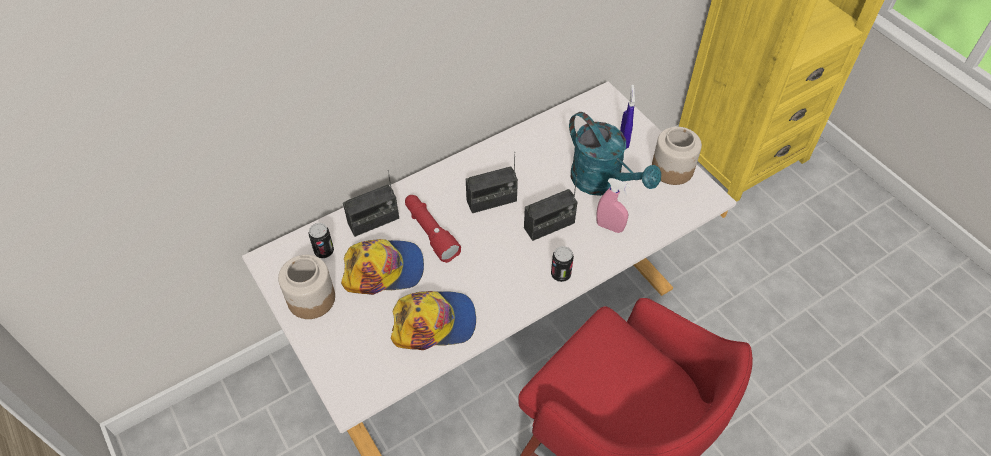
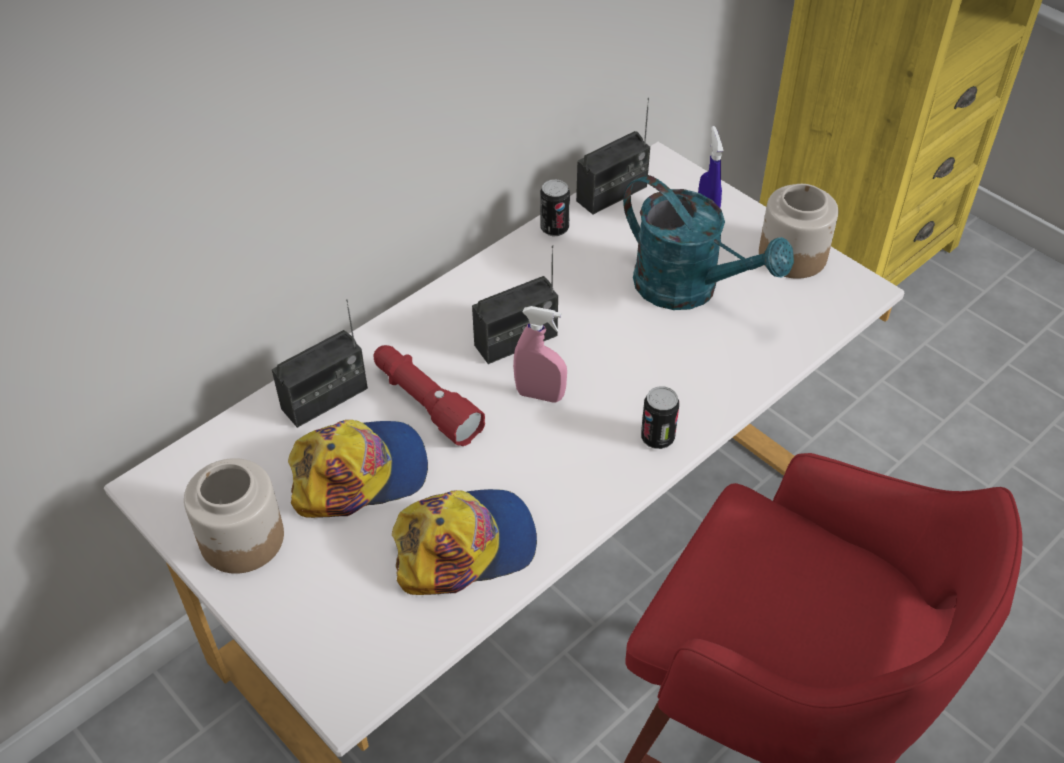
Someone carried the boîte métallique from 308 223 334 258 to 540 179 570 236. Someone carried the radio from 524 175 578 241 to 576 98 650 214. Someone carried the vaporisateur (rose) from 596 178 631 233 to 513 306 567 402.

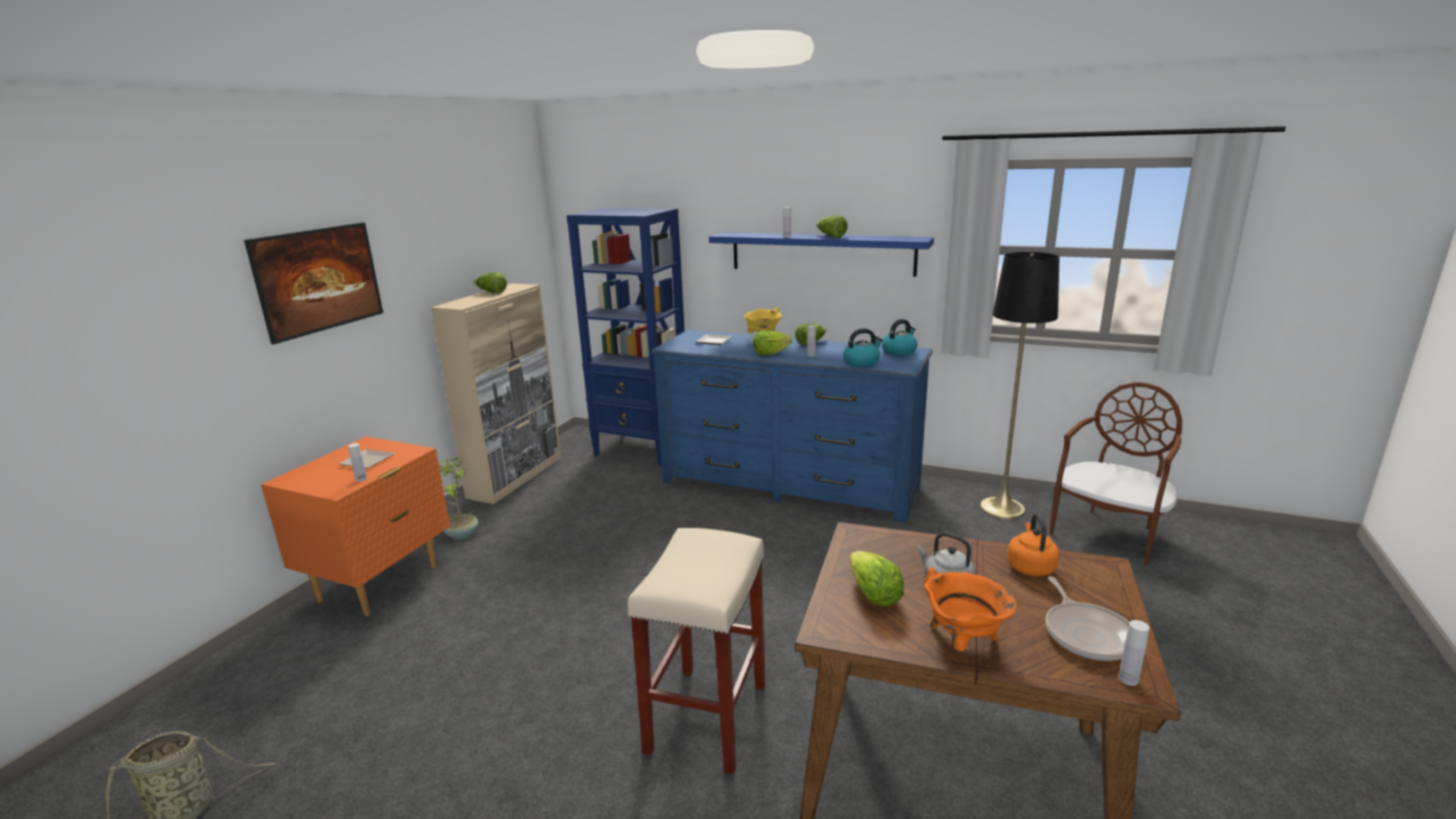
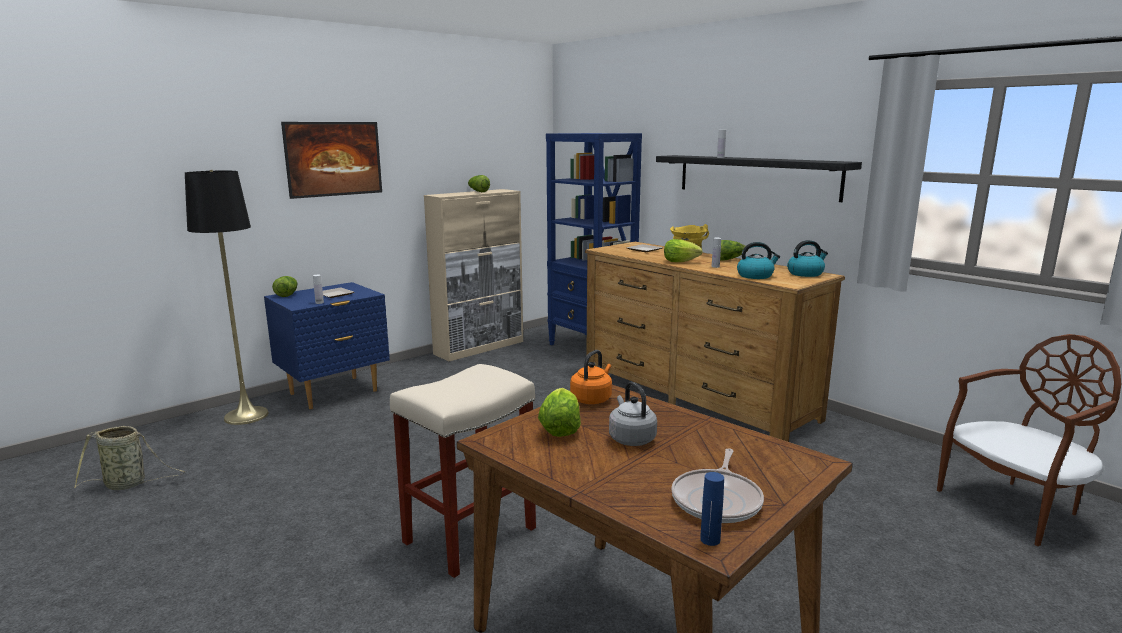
Someone took away the plante en pot at 439 458 478 540. Someone took away the marmite (orange) at 924 568 1017 651. Someone carried the laitue from 816 215 848 238 to 272 276 298 297. Someone carried the lampadaire (noir) from 980 252 1059 519 to 185 170 269 425. Someone carried the bouilloire (orange) from 1007 514 1059 576 to 570 350 612 404. Someone repainted the table de chevet (orange) at 261 437 450 616, which became the table de chevet (bleu) at 264 282 390 409. Someone repainted the commode (bleu) at 651 330 933 523, which became the commode (marron) at 585 242 845 442. Someone repainted the étagère (bleu) at 709 232 934 277, which became the étagère (noir) at 656 155 862 202. Someone repainted the bouteille (blanc) at 1118 620 1150 686, which became the bouteille (bleu) at 700 472 724 546.

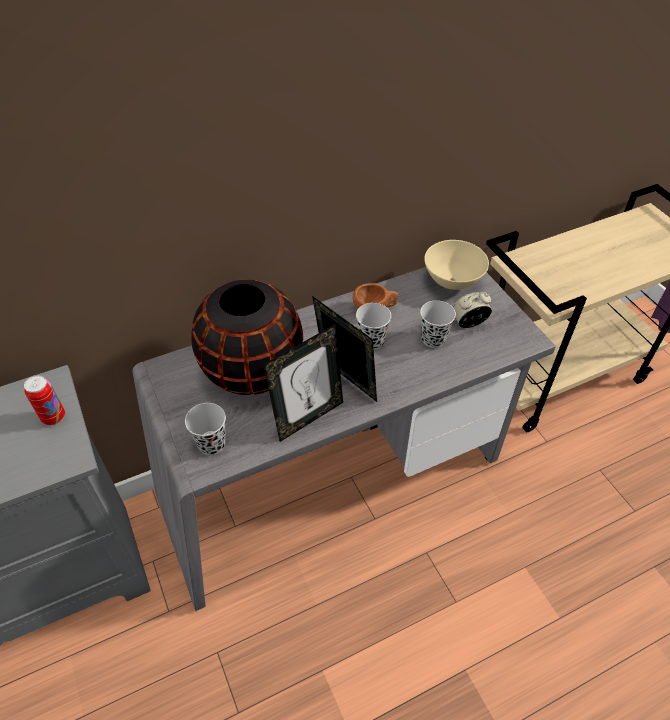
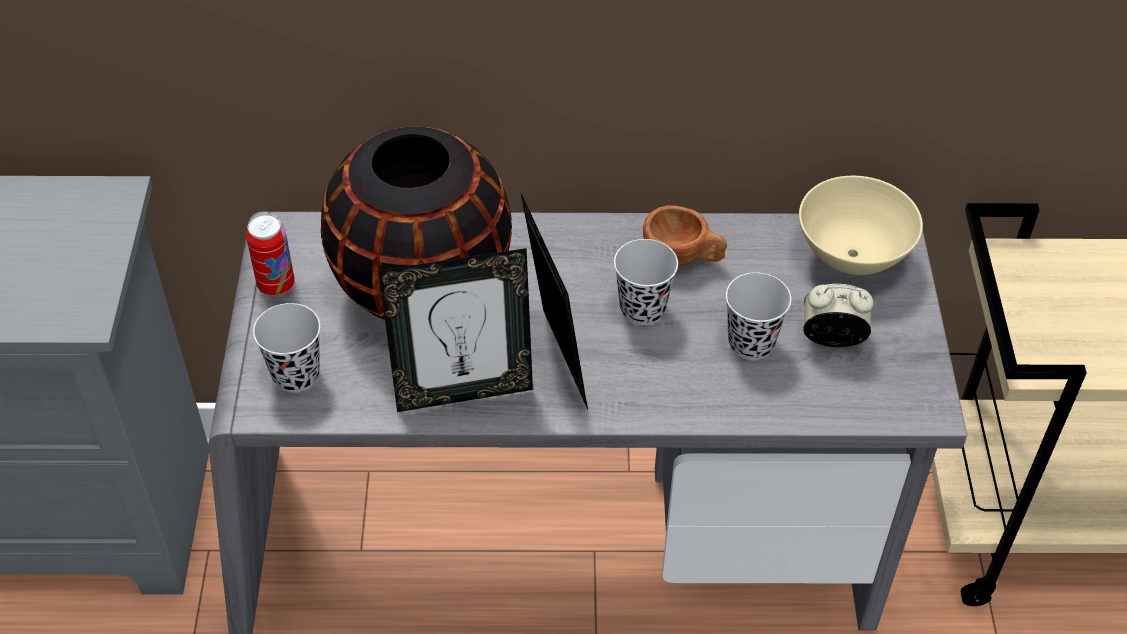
Someone carried the boîte métallique from 24 375 65 425 to 246 214 295 296.

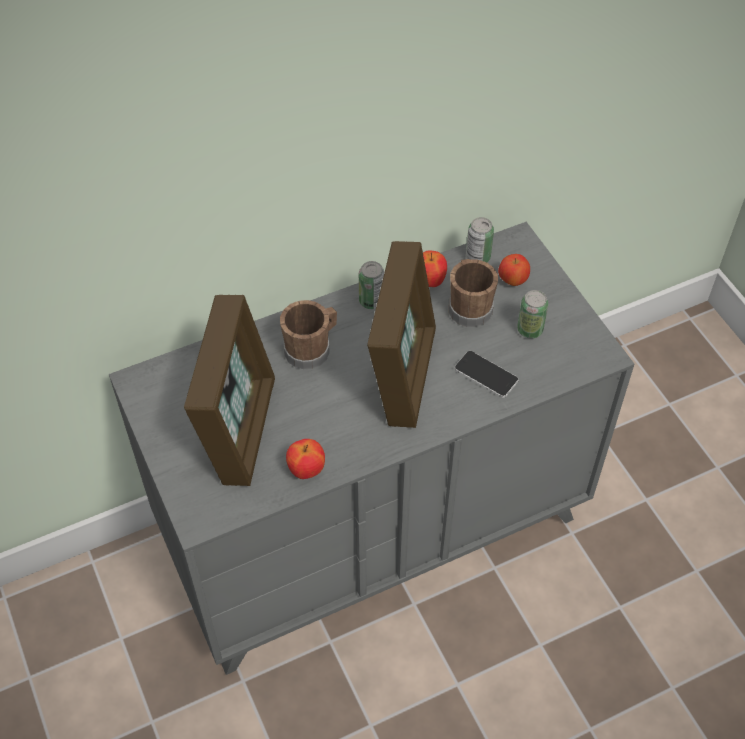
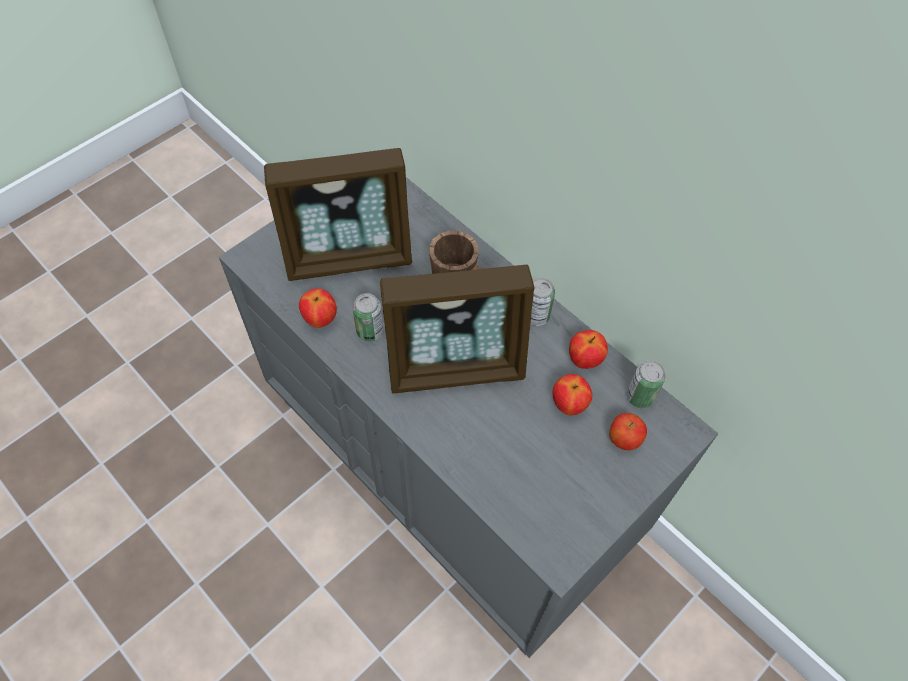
Someone took away the téléphone at 455 351 519 398. Someone carried the boîte métallique from 517 290 548 339 to 353 293 384 341. Someone swapped the mug (marron) at 449 259 498 327 for the pomme at 553 374 592 415.

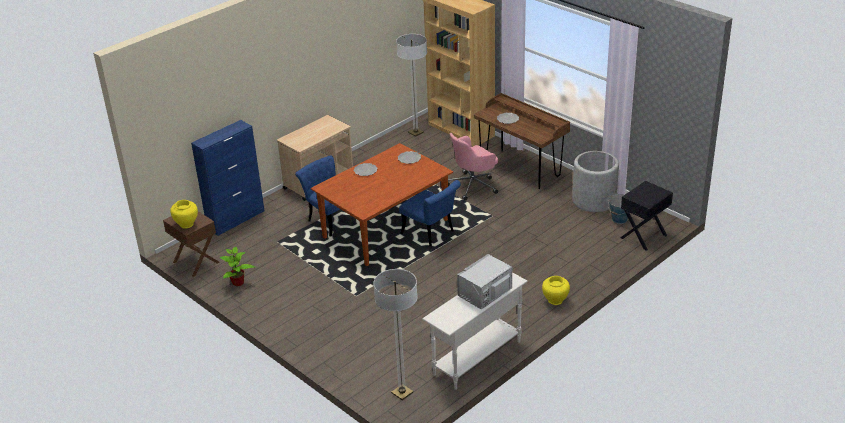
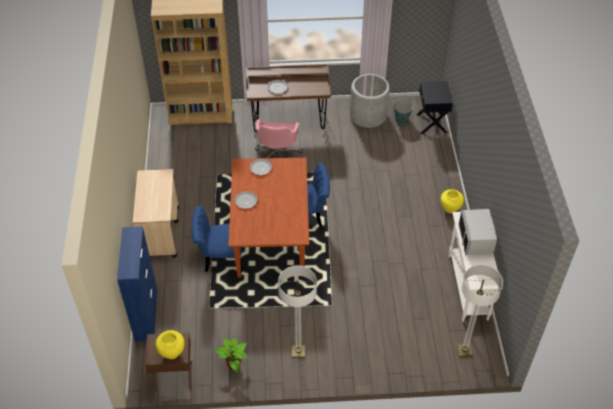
Someone carried the lampadaire from 396 34 427 137 to 278 265 317 358.

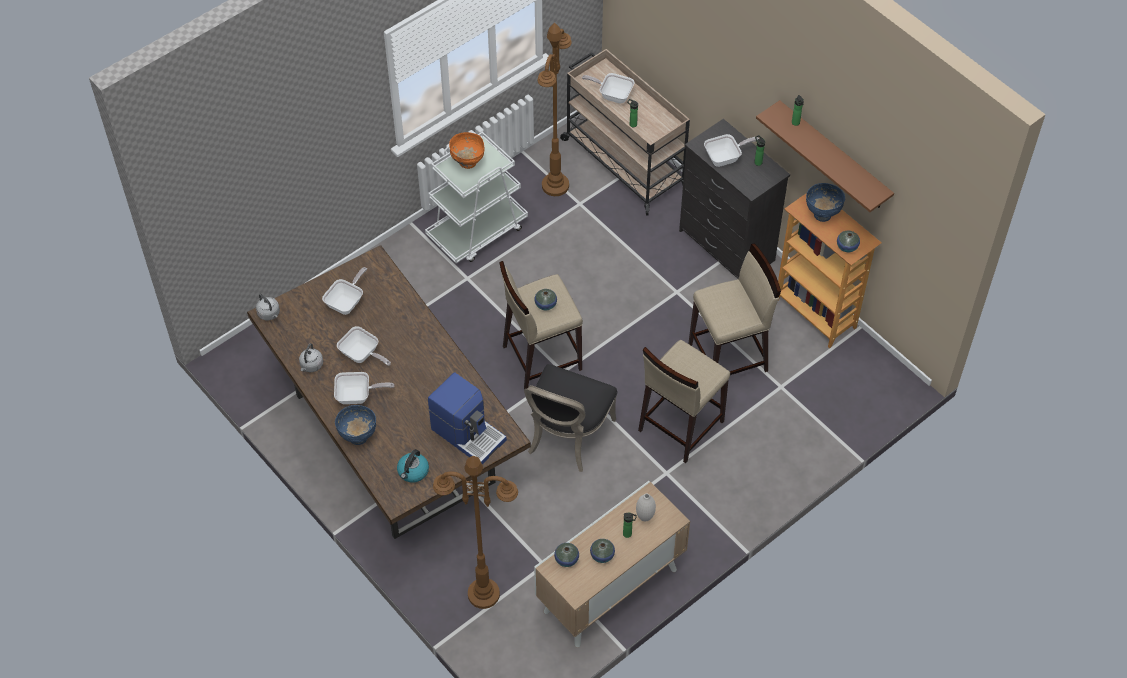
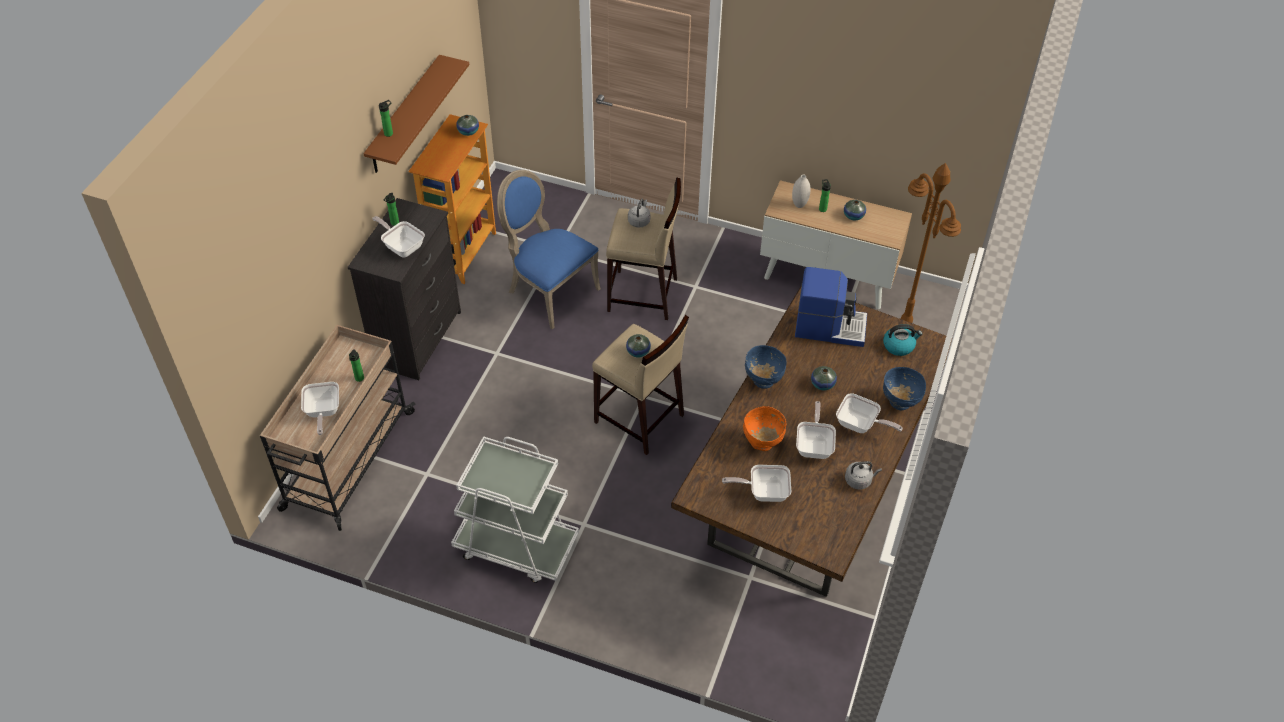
Someone took away the chaise (noir) at 524 364 618 472. Someone took away the lampadaire (marron) at 538 23 572 196. Someone carried the bouilloire (gris) from 256 294 280 320 to 628 199 650 228. Someone carried the bol (orange) from 449 132 485 169 to 743 406 786 451. Someone carried the vase from 554 543 579 567 to 811 366 837 391. Someone carried the bol (bleu) from 806 183 845 222 to 745 345 786 389. Someone swapped the tabouret (beige) at 688 243 781 375 for the chaise (bleu) at 497 170 600 329. Someone rotated the poêle at 334 372 394 404 by 150 degrees clockwise. Someone rotated the machine à café at 428 373 507 465 by 90 degrees clockwise.

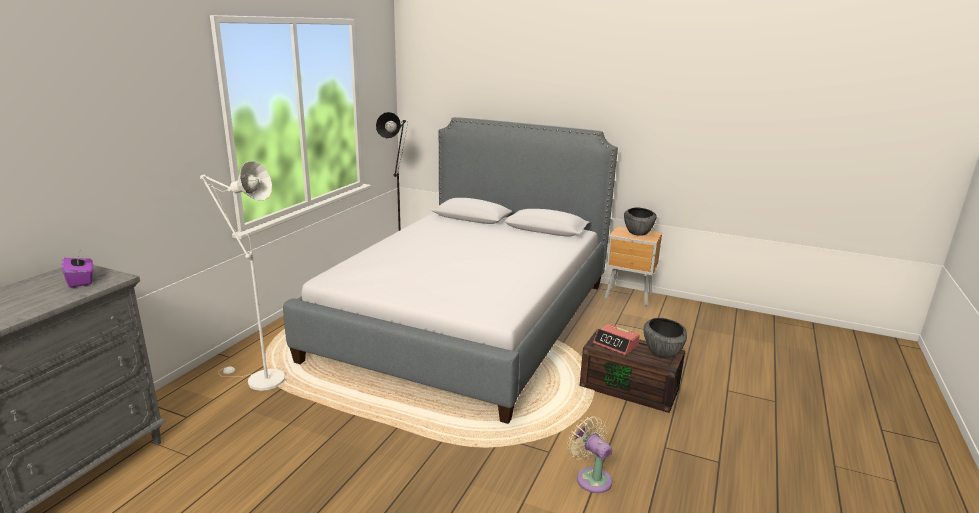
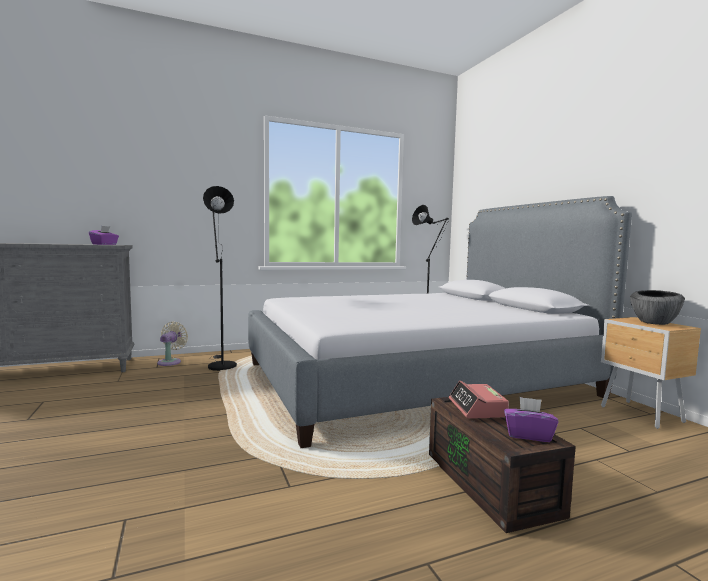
Someone carried the ventilateur (beige) from 567 416 612 493 to 158 322 188 366. Someone swapped the bol at 644 318 687 358 for the boîte à mouchoirs (violet) at 504 397 558 442. Someone repainted the lampadaire (blanc) at 200 161 285 391, which became the lampadaire (noir) at 203 186 237 371.

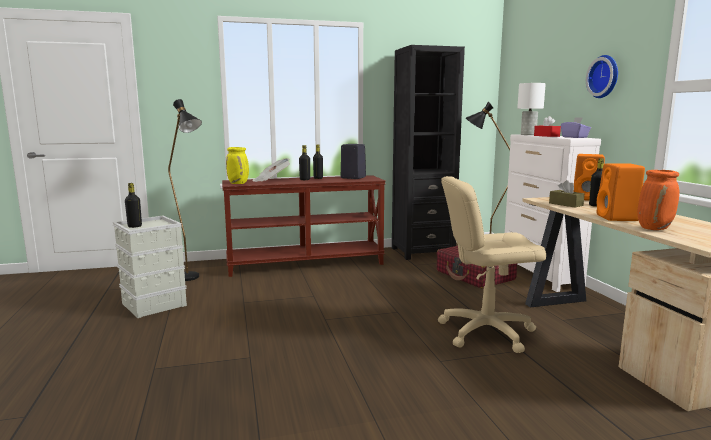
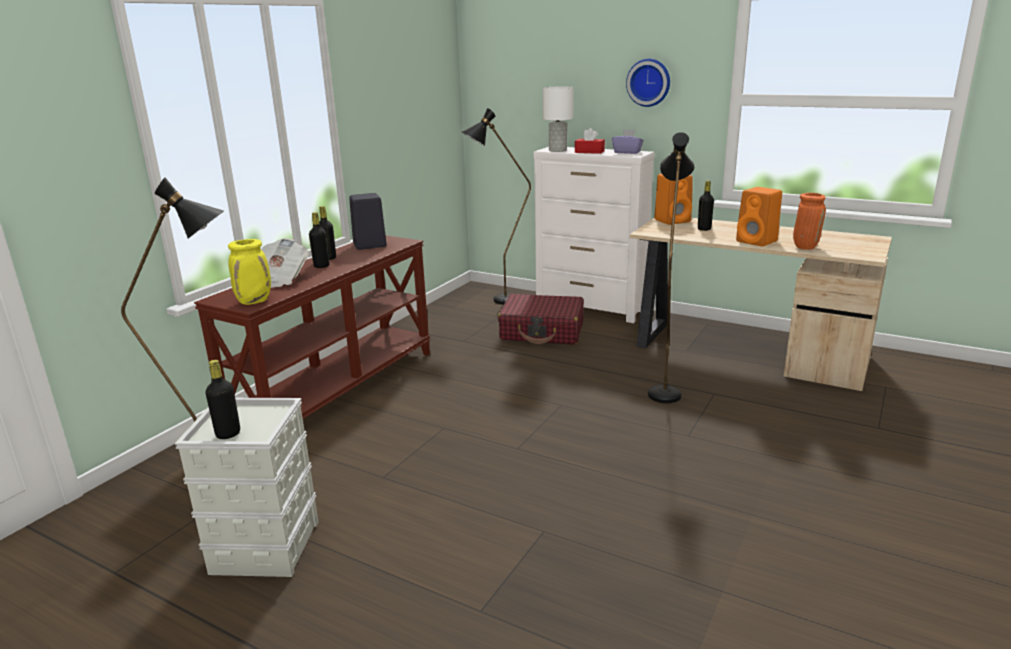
Someone took away the bibliothèque (noir) at 392 45 465 260. Someone took away the boîte à mouchoirs (marron) at 549 180 585 207. Someone swapped the chaise de bureau (beige) at 438 176 546 353 for the lampadaire (noir) at 648 132 694 403.

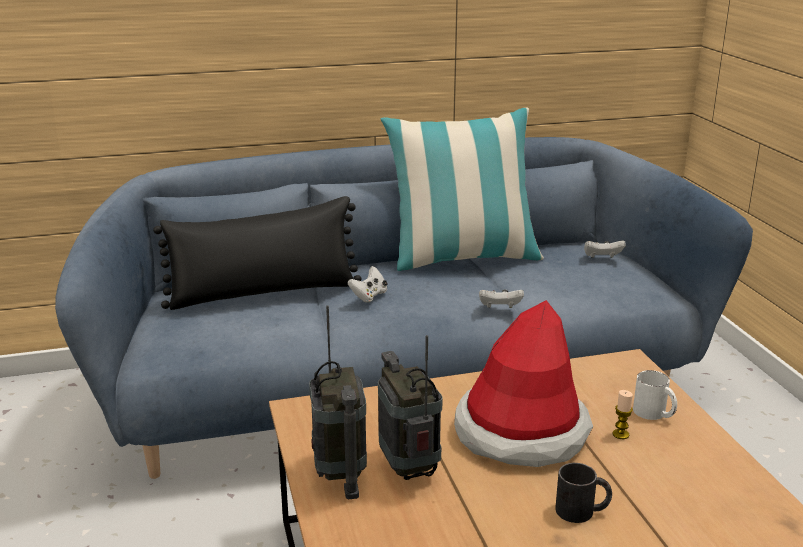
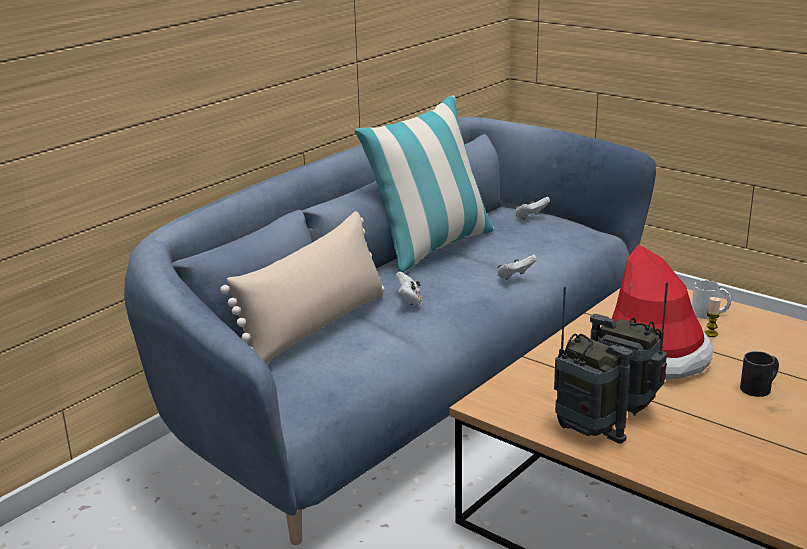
Someone repainted the coussin (noir) at 153 196 361 310, which became the coussin (beige) at 220 211 385 363.

